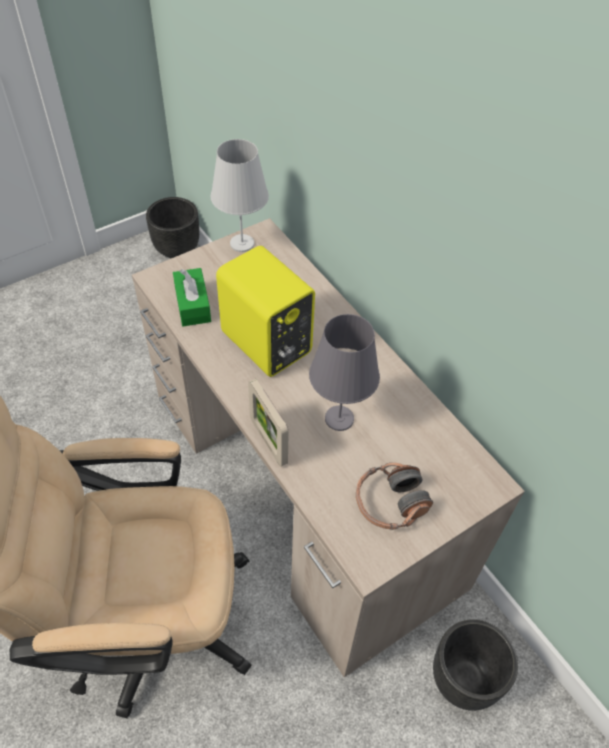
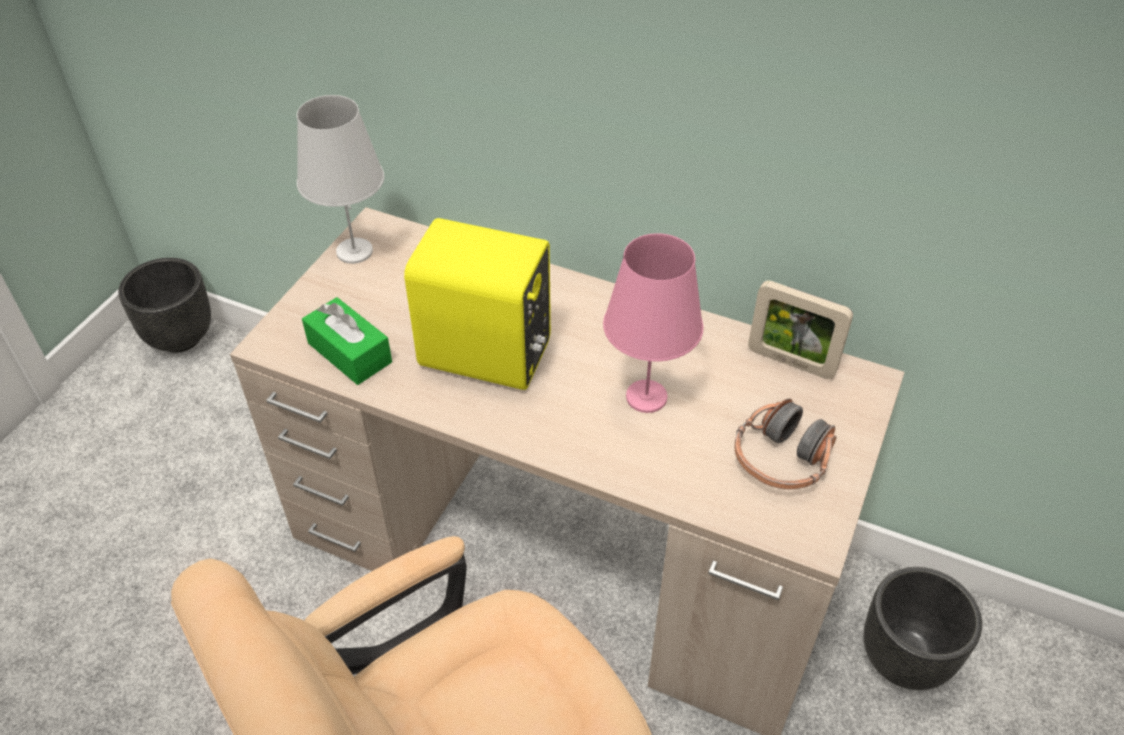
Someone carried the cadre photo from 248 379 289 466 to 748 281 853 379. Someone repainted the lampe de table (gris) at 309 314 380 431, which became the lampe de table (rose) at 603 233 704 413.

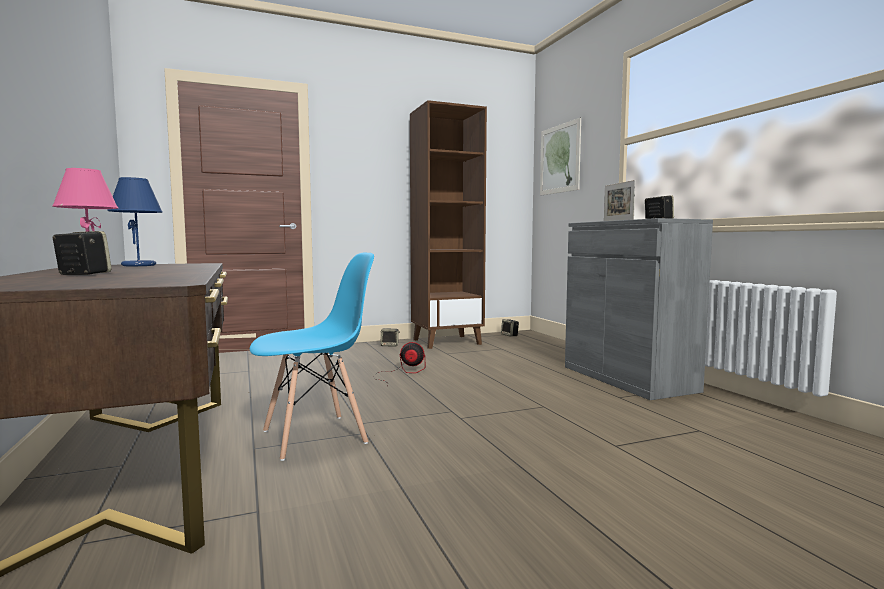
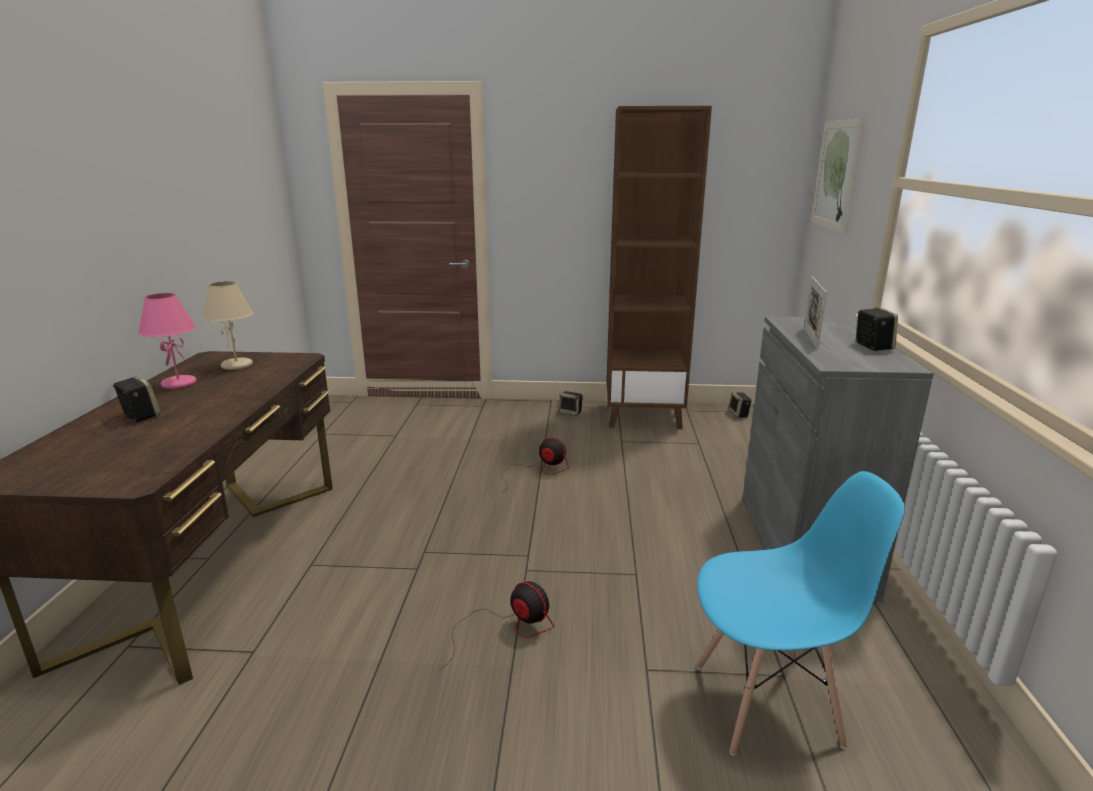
Someone put down the ventilateur at 439 581 554 670. Someone carried the chaise (bleu) from 250 253 374 461 to 696 471 905 756. Someone repainted the lampe de table (bleu) at 107 177 163 266, which became the lampe de table (beige) at 202 281 254 370.

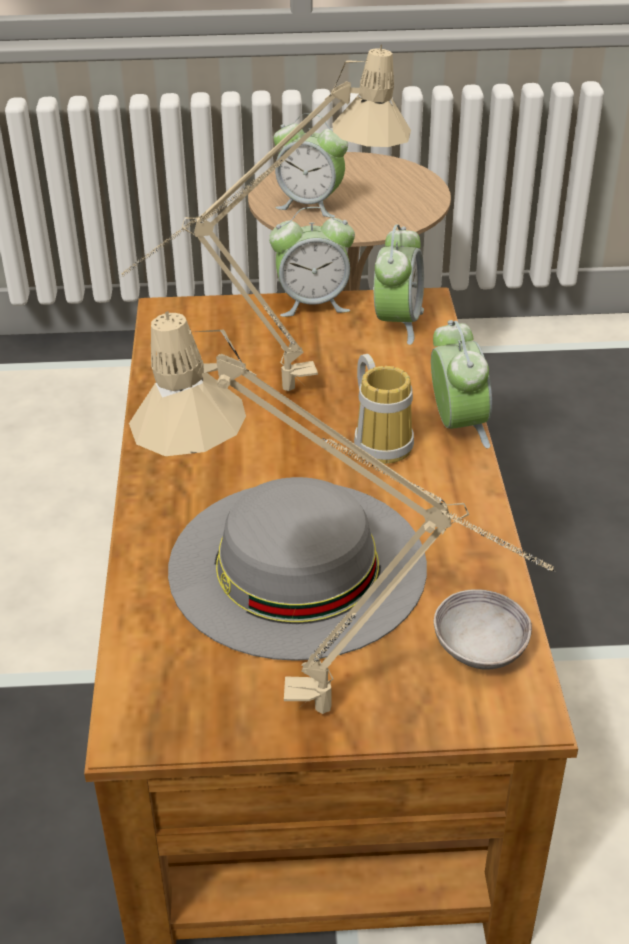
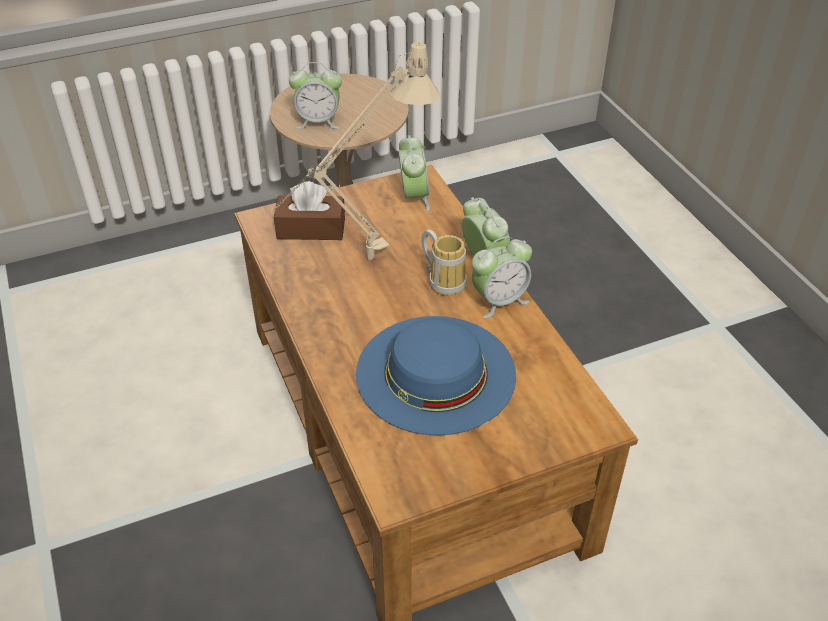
Someone took away the lampe de table (beige) at 129 311 556 714. Someone took away the bol (gris) at 434 589 532 670. Someone put down the boîte à mouchoirs (marron) at 274 181 345 240. Someone carried the réveil from 269 207 355 317 to 472 236 532 318. Someone repainted the chapeau (gris) at 168 477 427 661, which became the chapeau (bleu) at 356 316 516 436.

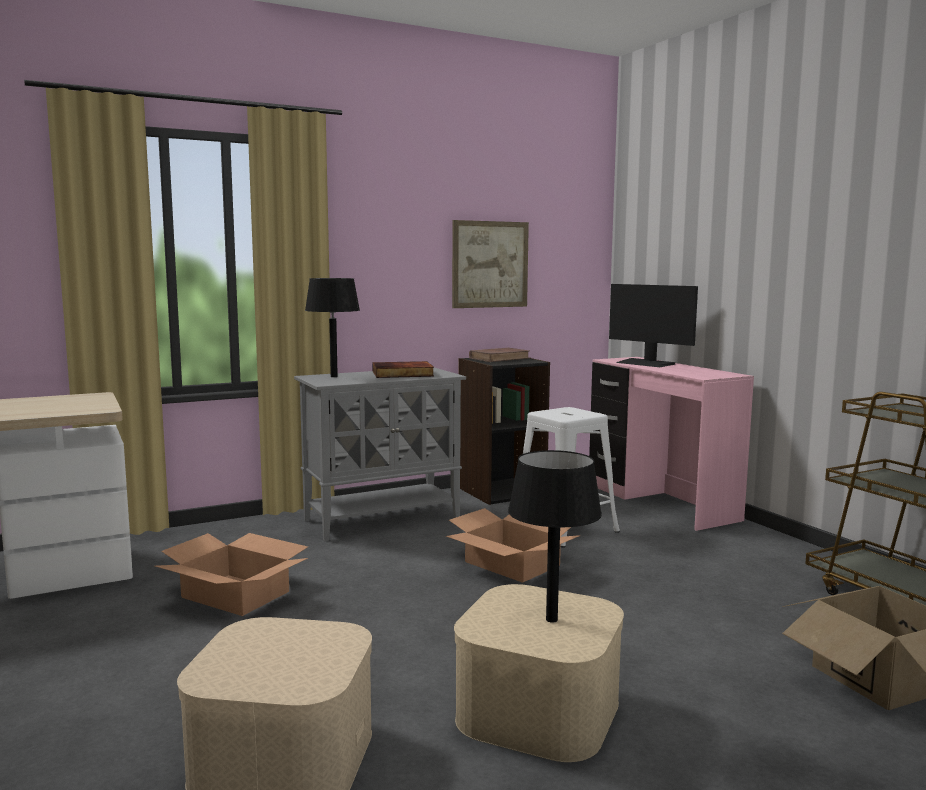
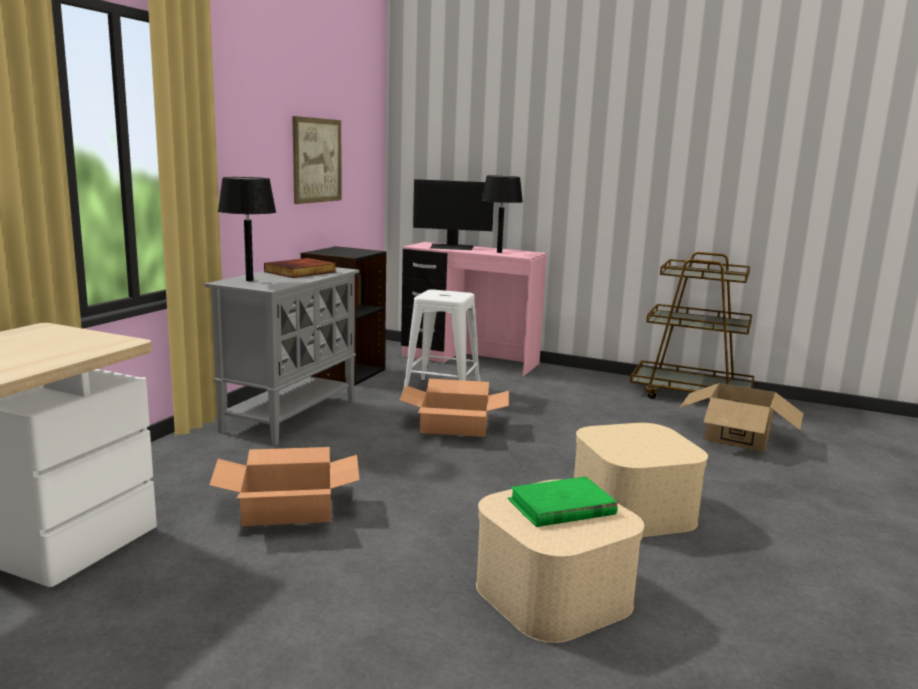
Someone took away the livre (marron) at 469 348 531 362. Someone put down the livre (vert) at 508 476 618 527. Someone carried the lampe de table (noir) from 508 450 602 623 to 481 176 523 253.

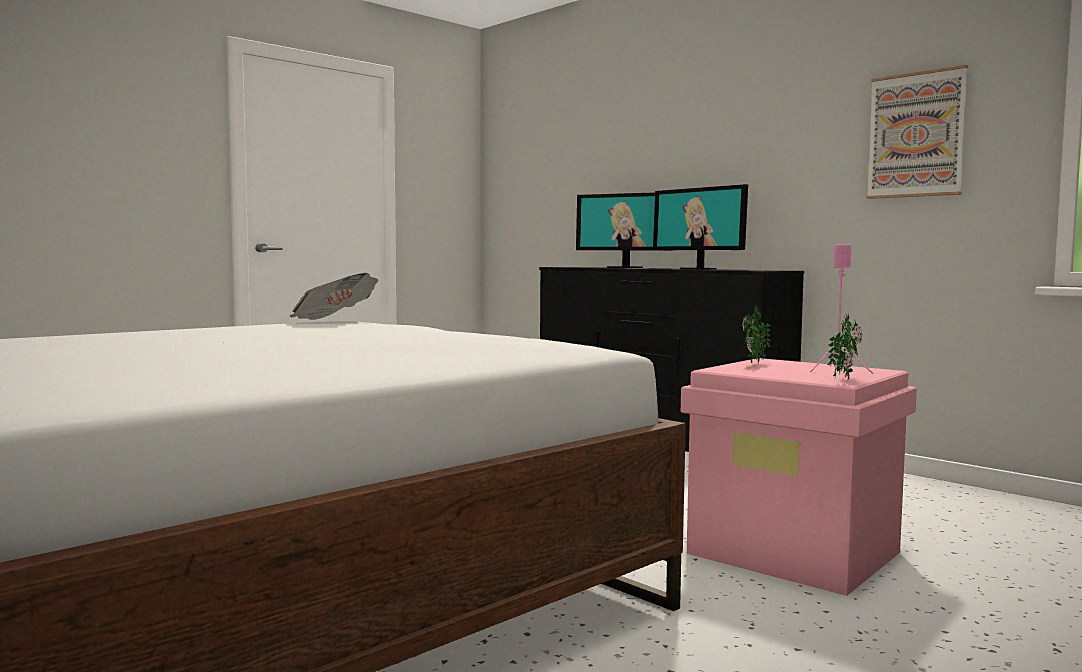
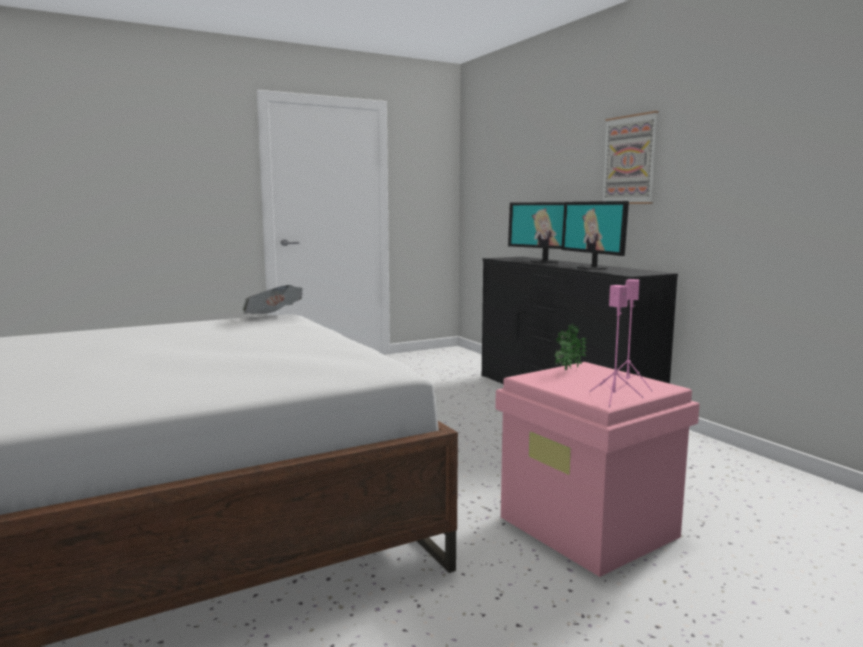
Someone carried the tableau from 866 65 968 199 to 603 111 658 204. Someone swapped the plante en pot at 827 314 863 381 for the enceinte (rose) at 589 285 644 408.

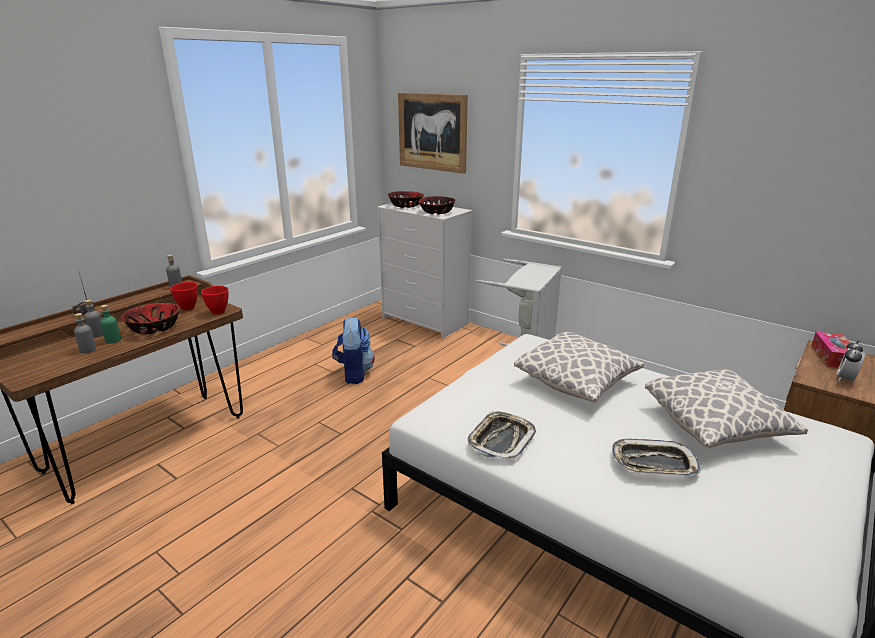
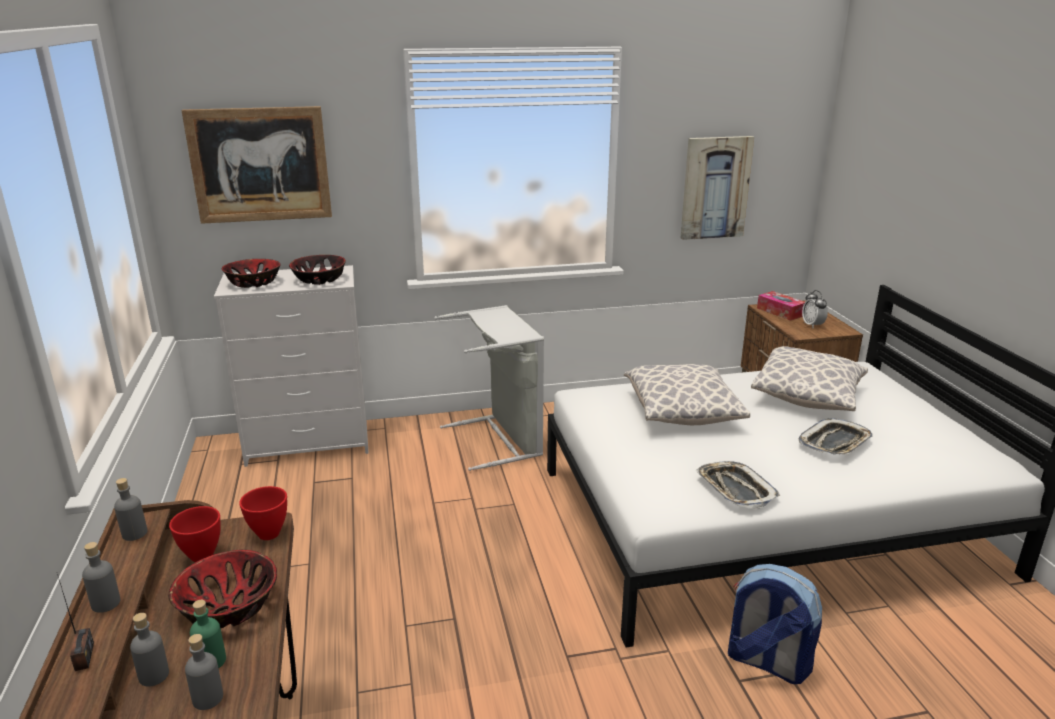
Someone put down the bouteille (gris) at 82 542 120 613. Someone put up the tableau at 681 136 754 240. Someone carried the sac à dos from 332 317 375 384 to 728 564 822 684.

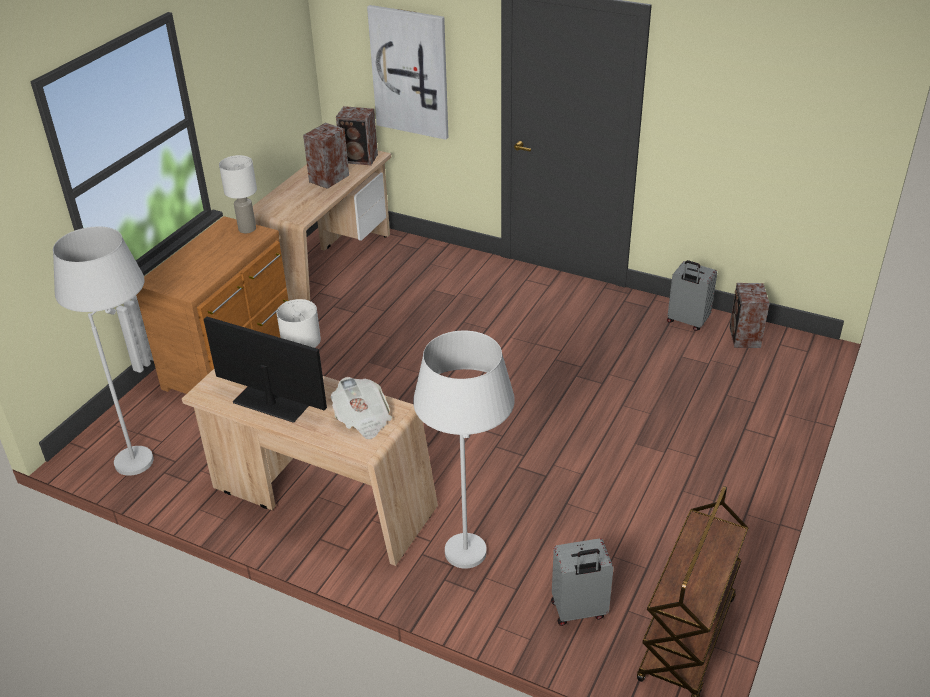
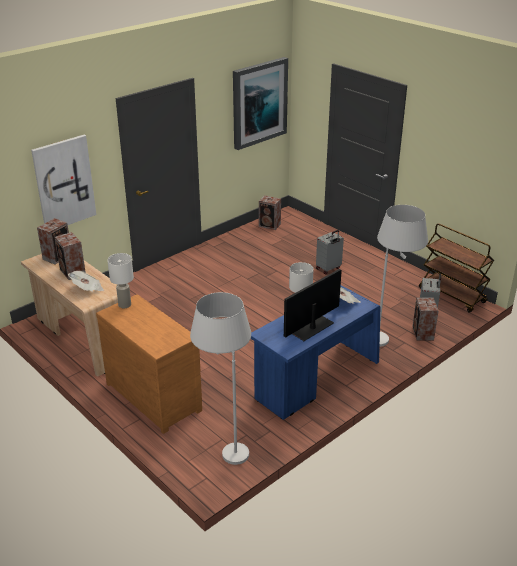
Someone put down the journal at 68 271 104 292. Someone put up the tableau at 233 57 288 150. Someone put down the enceinte at 412 298 439 341. Someone carried the valise (gris) from 667 260 717 331 to 316 230 344 274. Someone repainted the bureau (beige) at 182 369 438 566, which became the bureau (bleu) at 251 285 380 420.

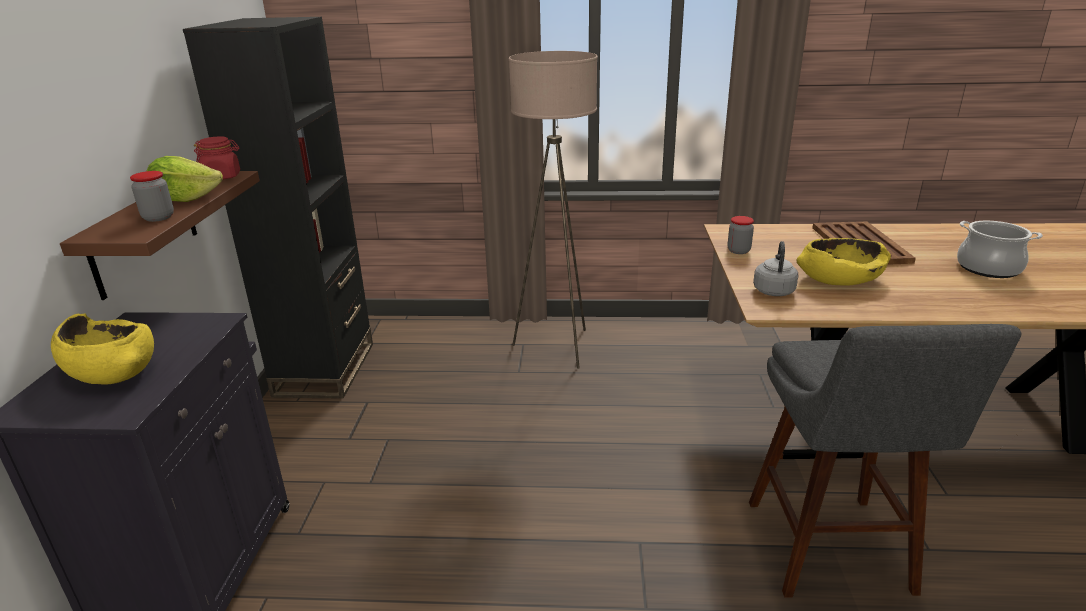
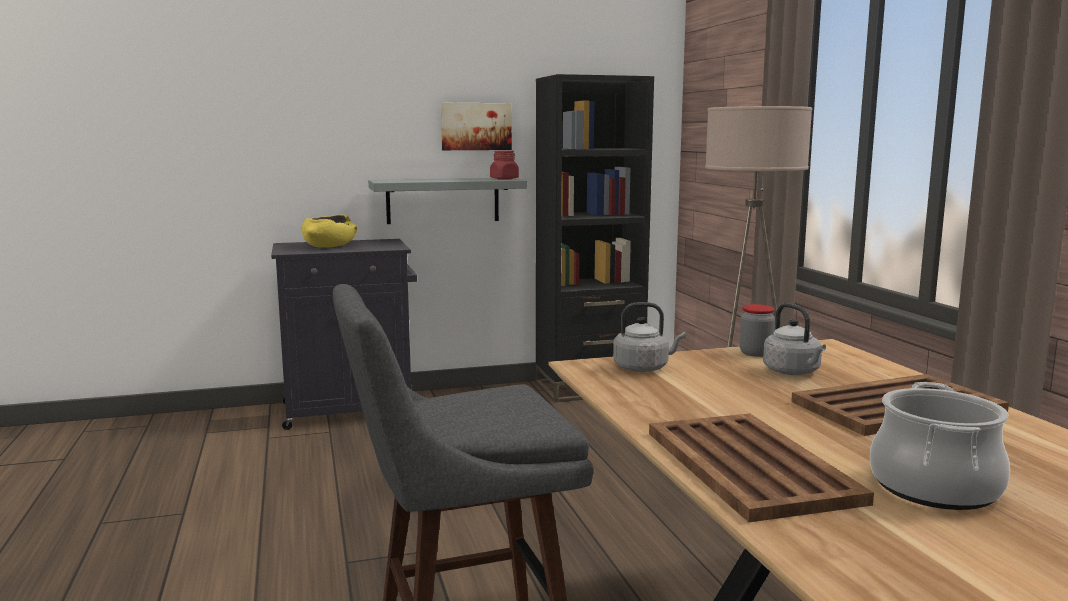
Someone took away the bocal at 130 171 174 222. Someone took away the laitue at 147 156 223 202. Someone took away the bol (jaune) at 796 238 891 286. Someone put up the tableau at 441 103 512 150. Someone put down the plateau (marron) at 649 414 874 522. Someone put down the bouilloire (gris) at 763 303 826 375. Someone repainted the étagère (marron) at 60 171 260 300, which became the étagère (gris) at 368 178 527 224.

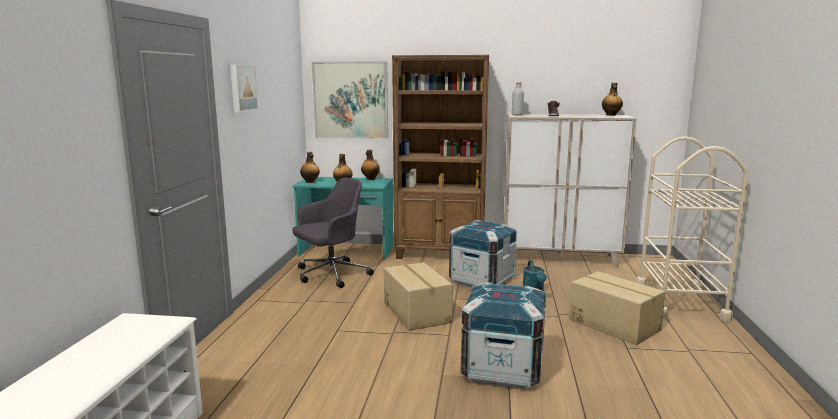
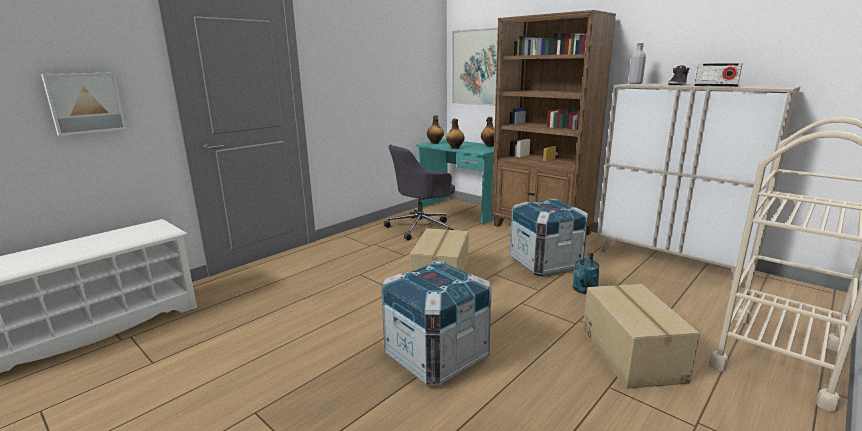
Someone took away the bouteille at 602 83 623 116. Someone put down the radio at 694 63 742 87. Someone carried the tableau from 230 65 259 113 to 41 72 127 136. Someone rotated the chaise de bureau (gris) at 292 178 374 288 by 150 degrees clockwise.

